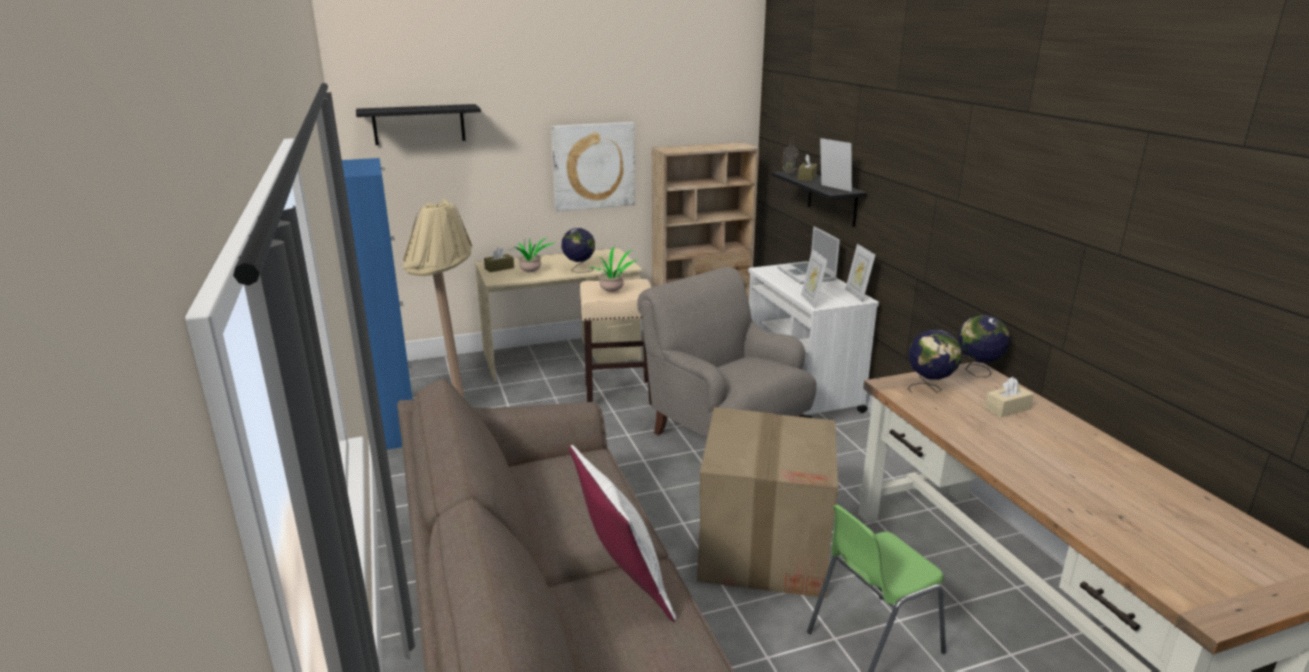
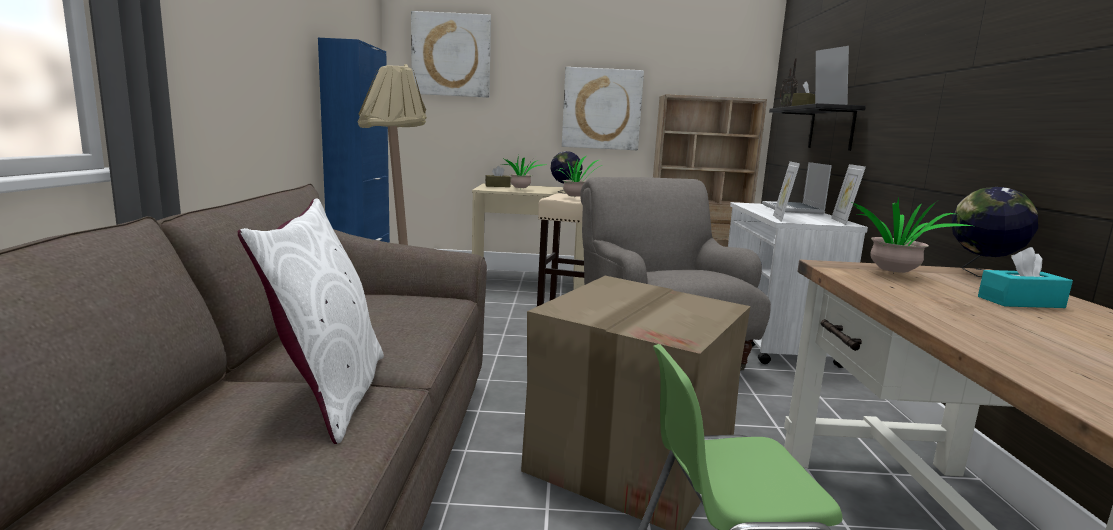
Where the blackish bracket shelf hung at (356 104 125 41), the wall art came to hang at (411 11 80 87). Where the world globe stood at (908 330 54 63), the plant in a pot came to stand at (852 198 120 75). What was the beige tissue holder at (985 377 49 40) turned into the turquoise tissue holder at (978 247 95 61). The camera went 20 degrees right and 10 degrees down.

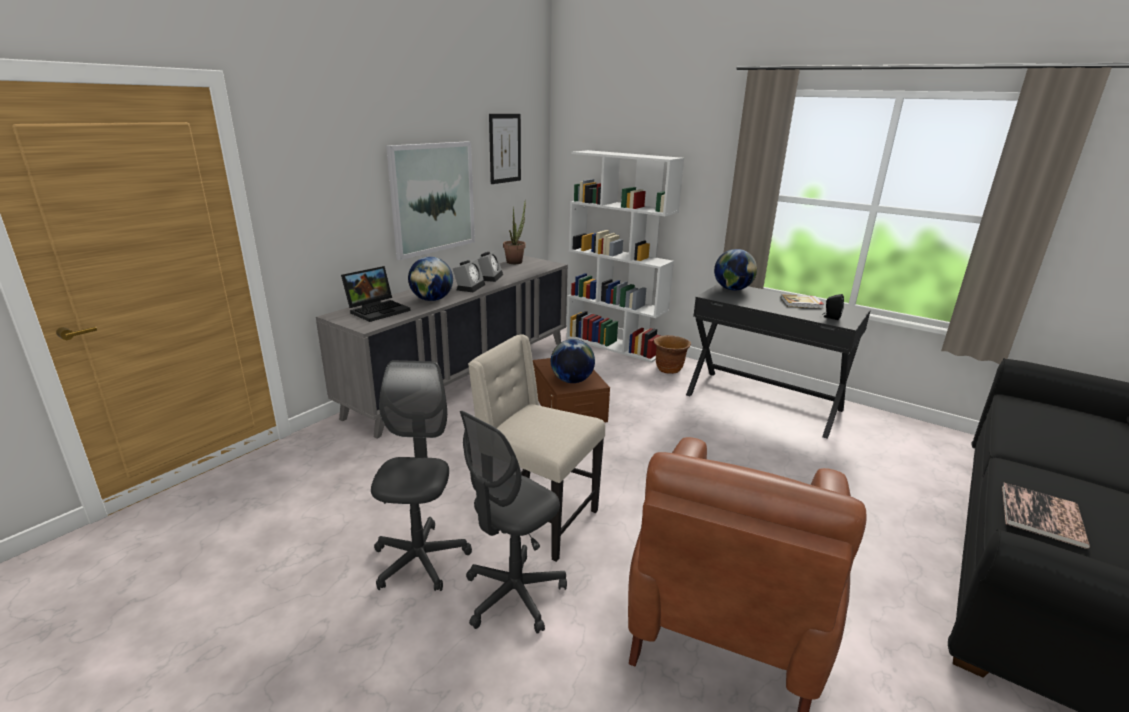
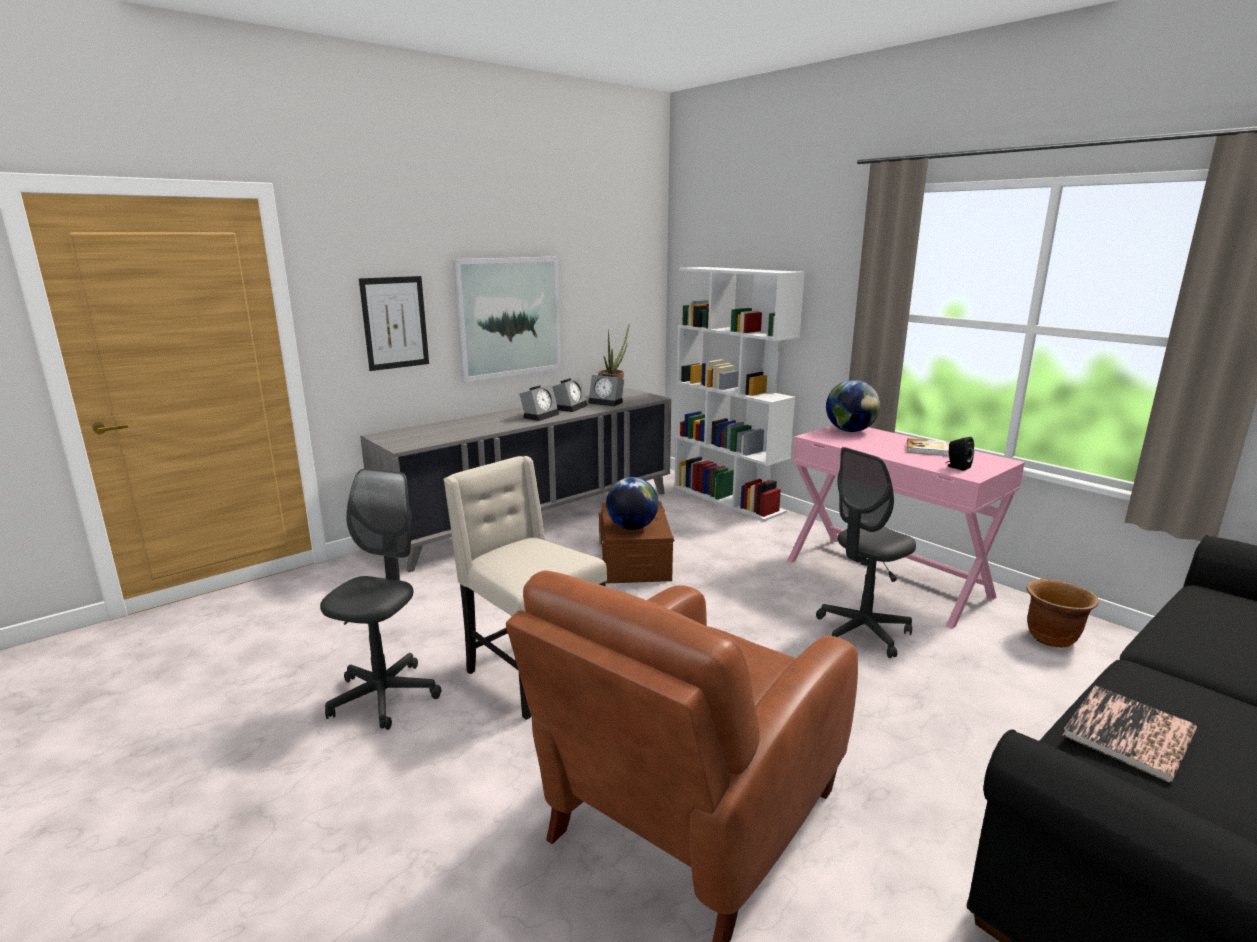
The second view lost the notebook computer at (341 266 70 56). The second view lost the world globe at (408 257 45 44). The second view gained the table clock at (588 374 36 32). The gray office chair ended up elsewhere, having gone from (460 411 107 223) to (816 447 100 211). The wall art ended up elsewhere, having gone from (489 114 32 70) to (359 276 70 95). The brown planter ended up elsewhere, having gone from (654 335 37 39) to (1026 579 73 69). What was the blackish desk table at (686 284 185 155) turned into the pink desk table at (787 425 238 204). The camera went 15 degrees right and 5 degrees down.

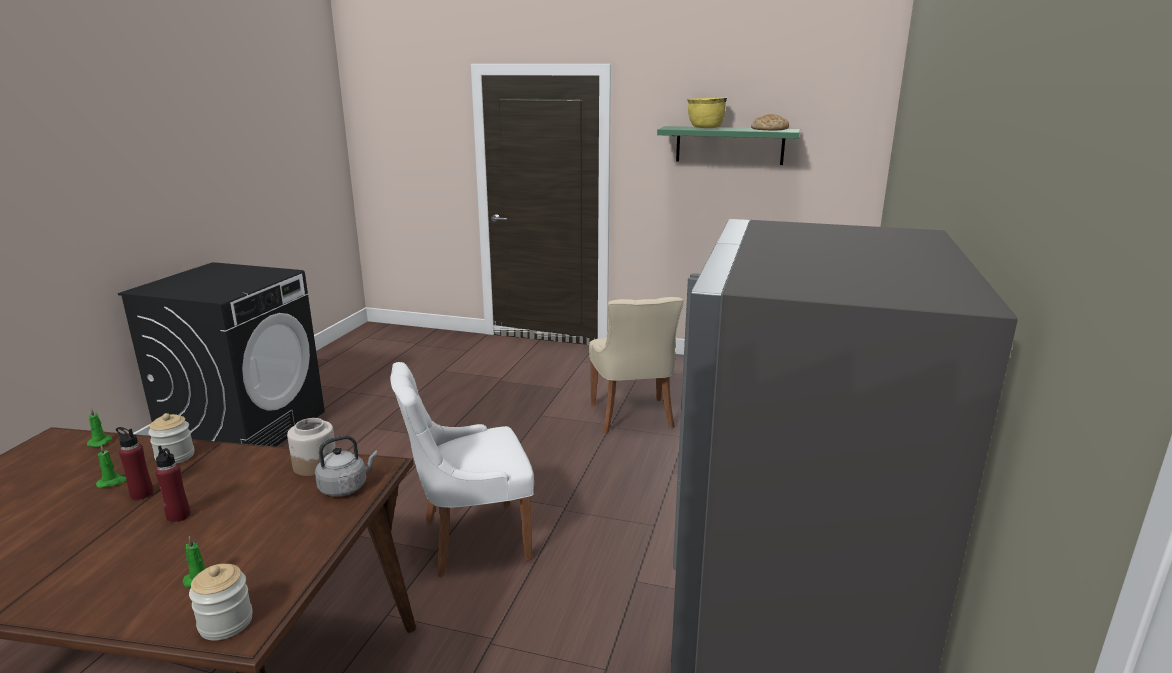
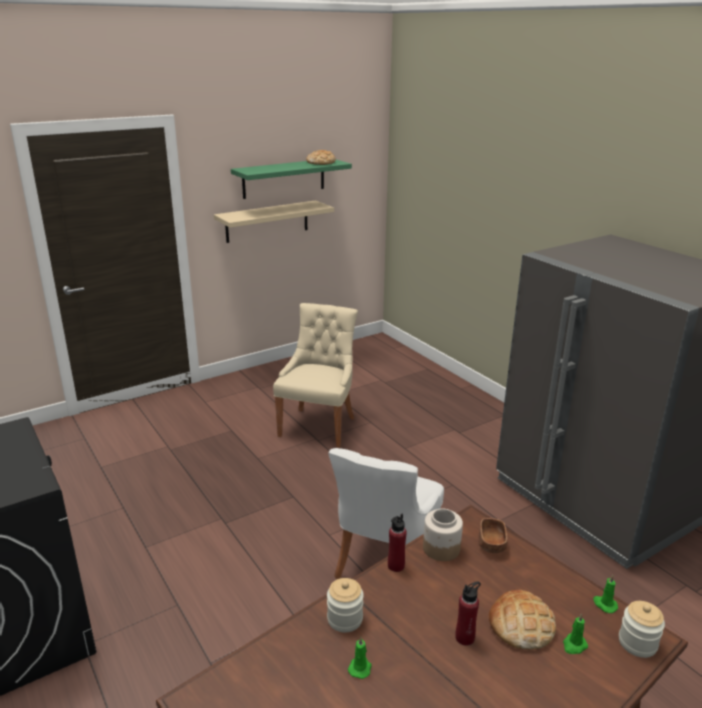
The second view lost the yellow stockpot at (687 97 40 31). The second view gained the beige bracket shelf at (214 200 120 43). The second view gained the baked bread at (489 590 67 60). The greenish wax light ended up elsewhere, having gone from (87 408 25 39) to (593 575 25 38). The red beverage bottle ended up elsewhere, having gone from (116 427 38 73) to (388 514 19 58). Where the gray tea kettle stood at (315 435 63 62), the brown bowl came to stand at (478 518 29 35). The beige chair at (589 297 95 136) ended up facing another way, 105 degrees counterclockwise from before. The camera went 50 degrees left and 5 degrees up.

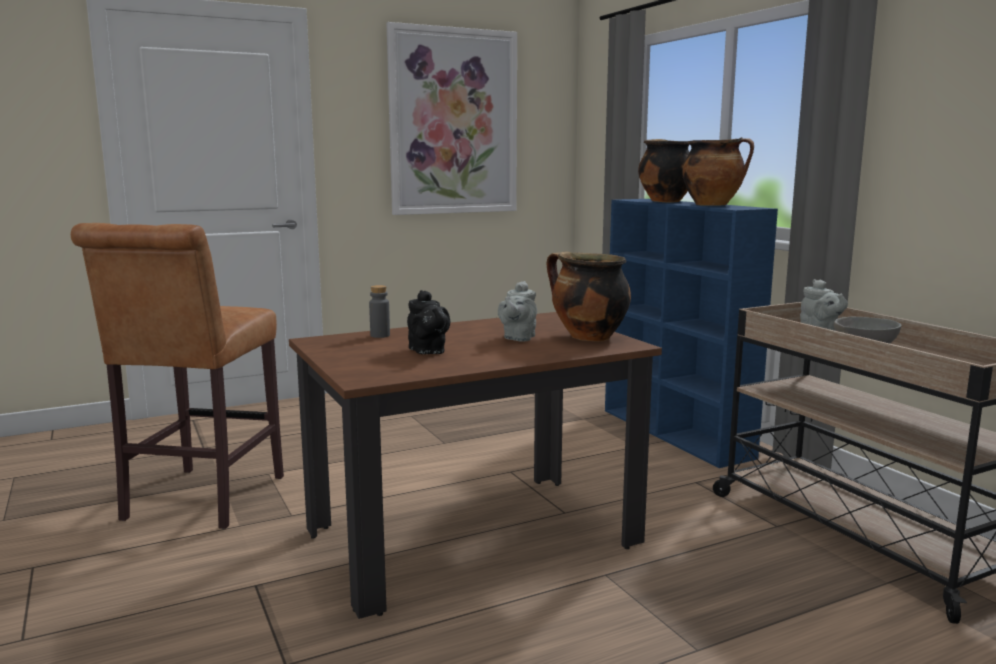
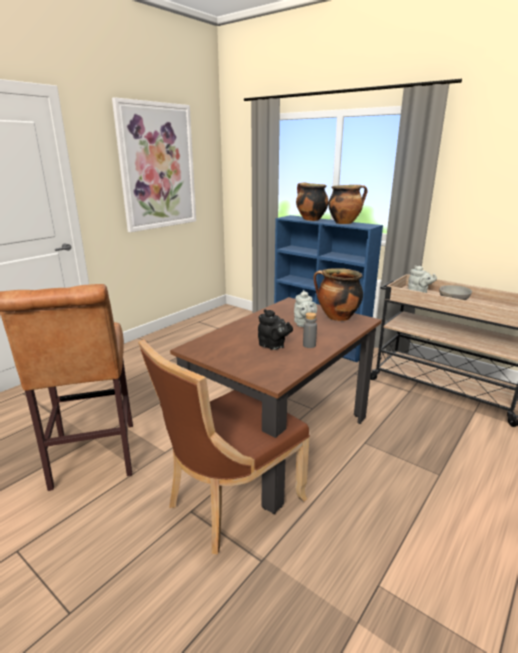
The second view gained the brown chair at (138 339 172 216). The gray beverage bottle ended up elsewhere, having gone from (369 285 21 53) to (303 312 14 36). The camera went 25 degrees left and 10 degrees up.

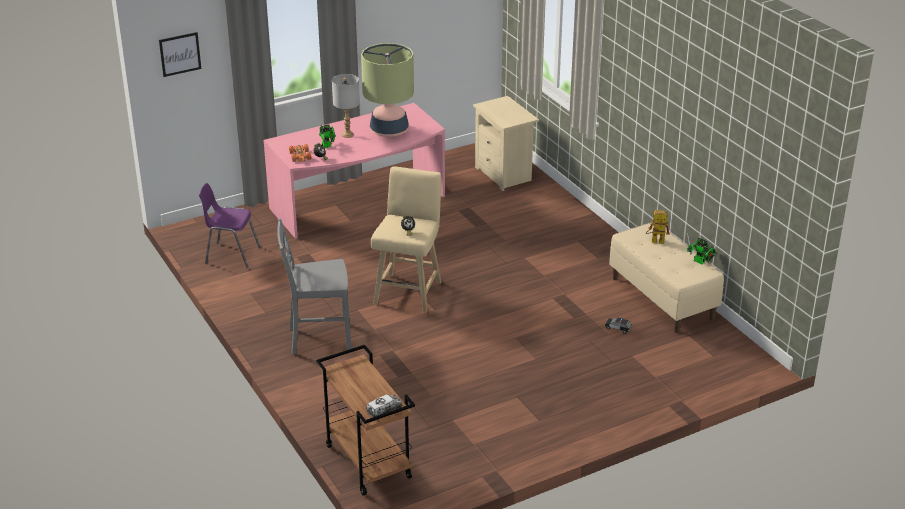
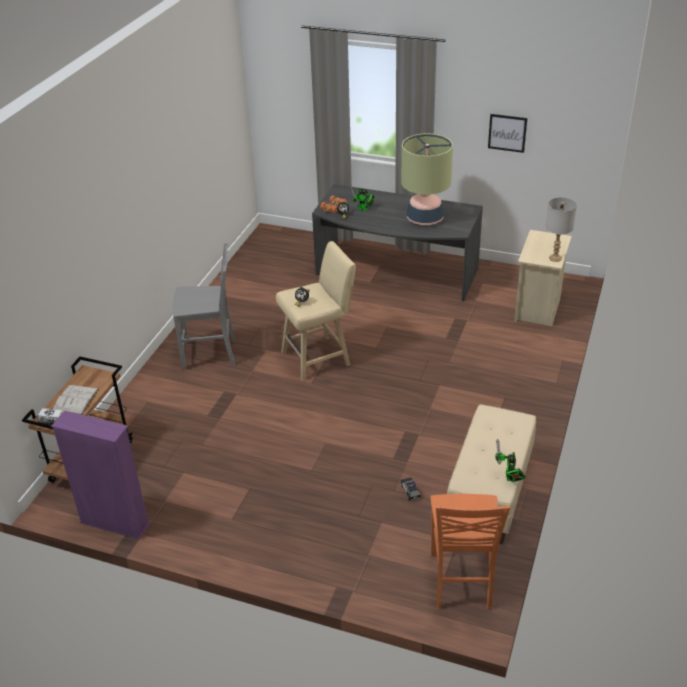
The second view lost the purplish chair at (199 183 61 85). The second view lost the toy robot at (645 210 25 34). The second view gained the purplish bookcase at (51 411 99 128). The second view gained the white-coloured bound book at (53 385 46 29). The second view gained the orangey chair at (430 494 80 116). The wall art ended up elsewhere, having gone from (159 32 42 45) to (488 114 39 39). The gray lamp for a table ended up elsewhere, having gone from (332 74 28 64) to (546 197 31 65). What was the pink desk table at (263 103 182 136) turned into the gray desk table at (312 184 171 117). The gray chair at (277 218 74 137) ended up facing another way, 135 degrees clockwise from before. The camera went 50 degrees right and 5 degrees up.

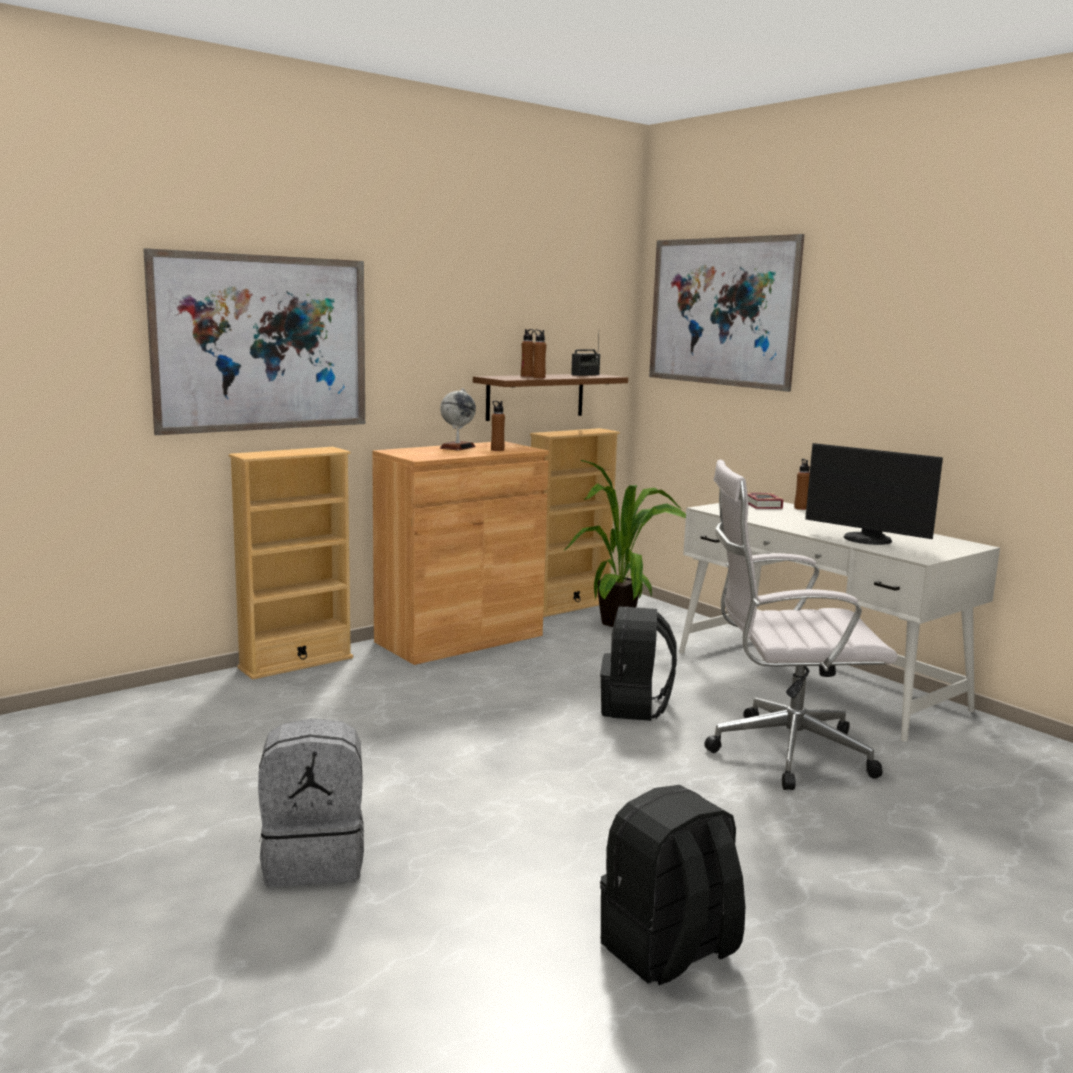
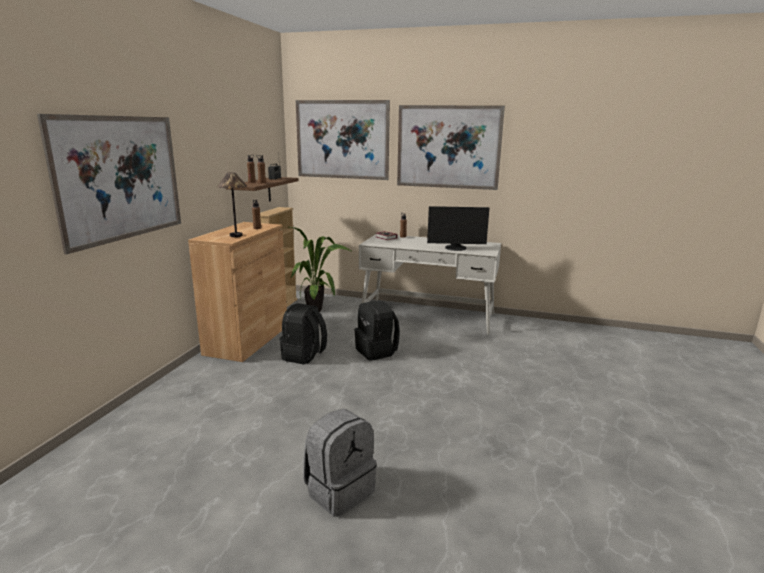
The second view lost the beige bookcase at (229 447 124 233). The second view lost the world globe at (440 388 36 63). The second view lost the white-coloured office chair at (704 460 194 330). The second view gained the lamp for a table at (217 172 30 65). The second view gained the wall art at (397 105 108 85). The blackish backpack ended up elsewhere, having gone from (600 785 145 200) to (279 303 48 61). The camera went 35 degrees left and 5 degrees up.

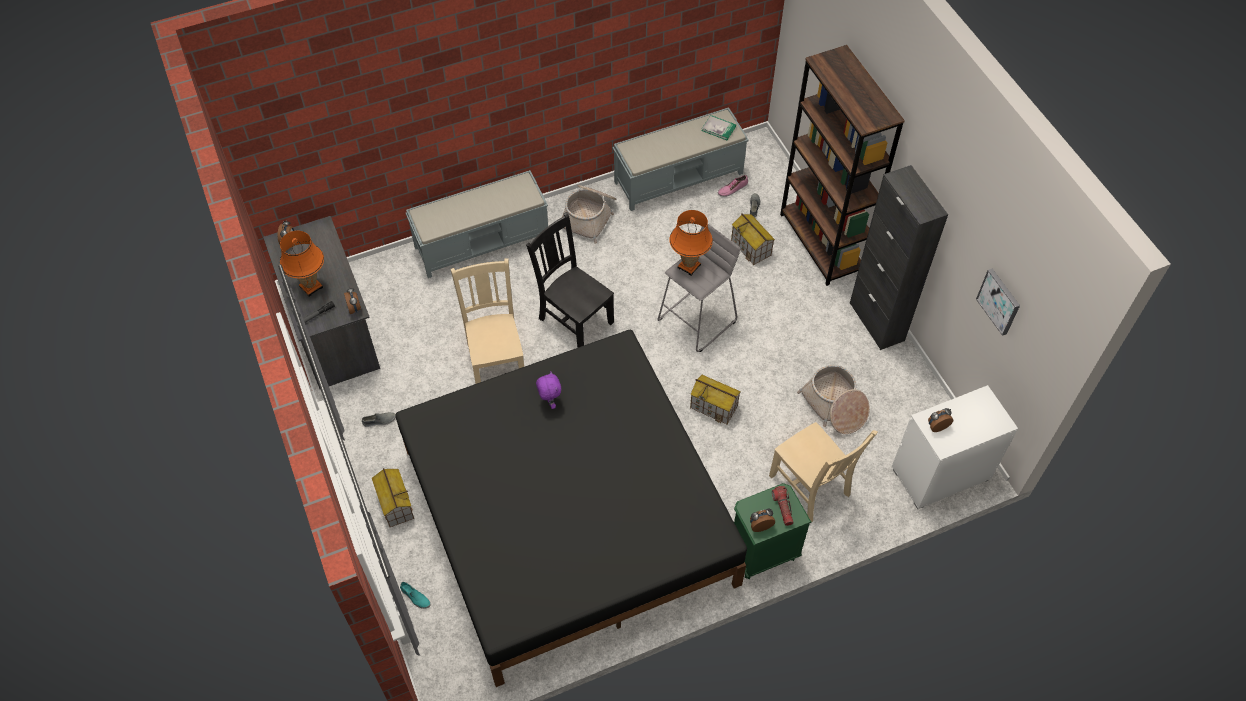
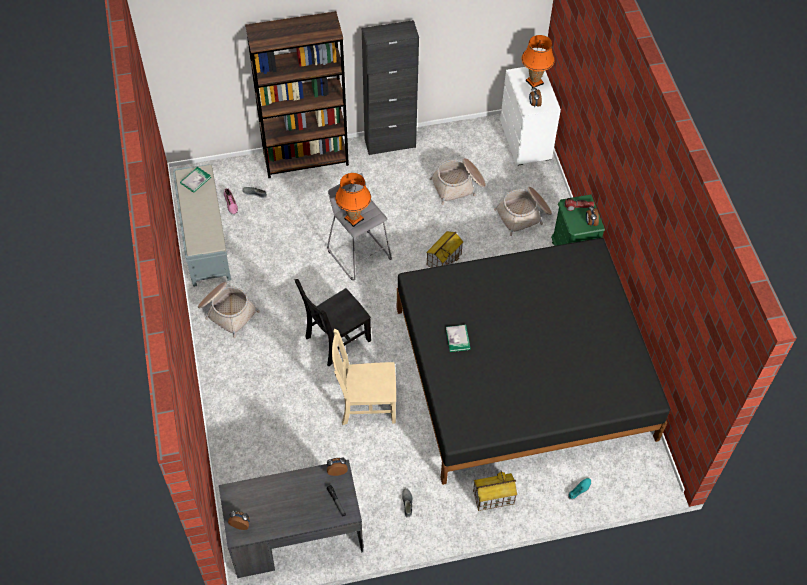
The second view lost the gray long seat at (406 170 142 108). The second view lost the model house at (731 213 44 52). The second view lost the wall art at (976 269 44 67). The orangey lamp for a table ended up elsewhere, having gone from (280 231 44 66) to (522 35 33 53). Where the purplish cuddly toy stood at (536 371 25 38), the bound book came to stand at (446 325 25 27). Where the beige chair stood at (769 422 109 100), the household basket came to stand at (494 187 58 49). The camera went 80 degrees left and 0 degrees up.

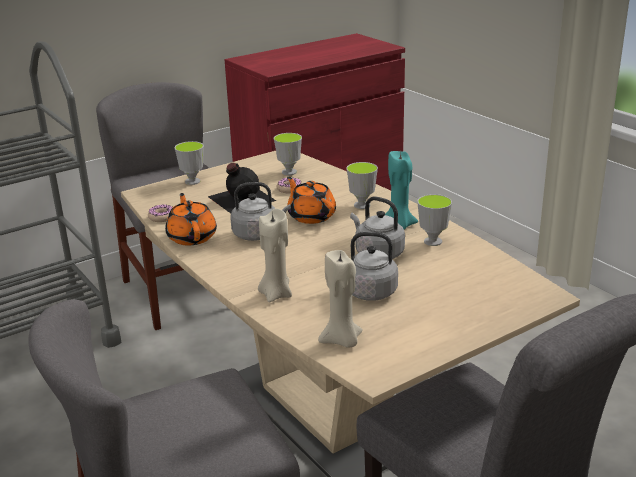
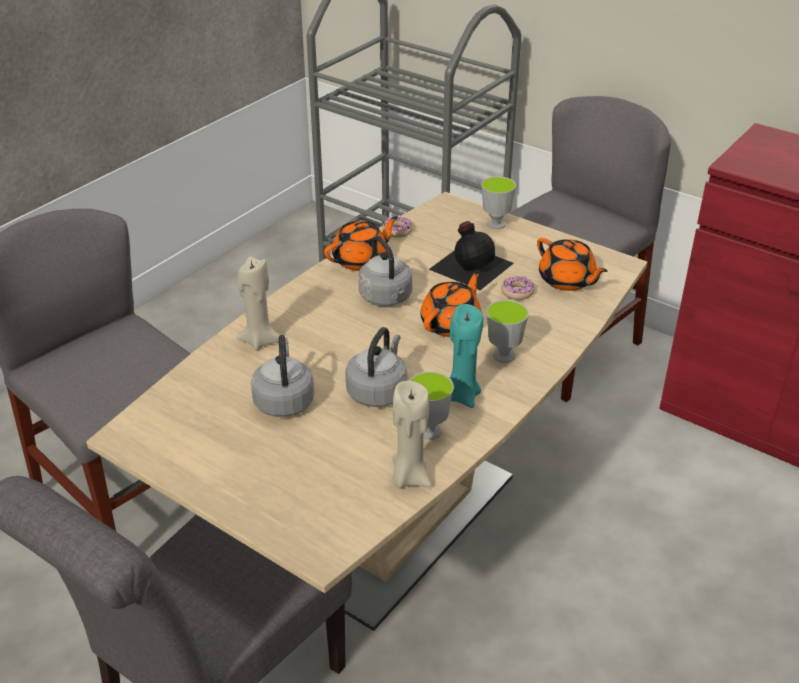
The beige wax light ended up elsewhere, having gone from (318 250 45 98) to (392 381 39 107). Where the small cup stood at (274 133 28 42), the orangey tea pot came to stand at (537 238 71 53). The camera went 70 degrees right and 10 degrees up.

